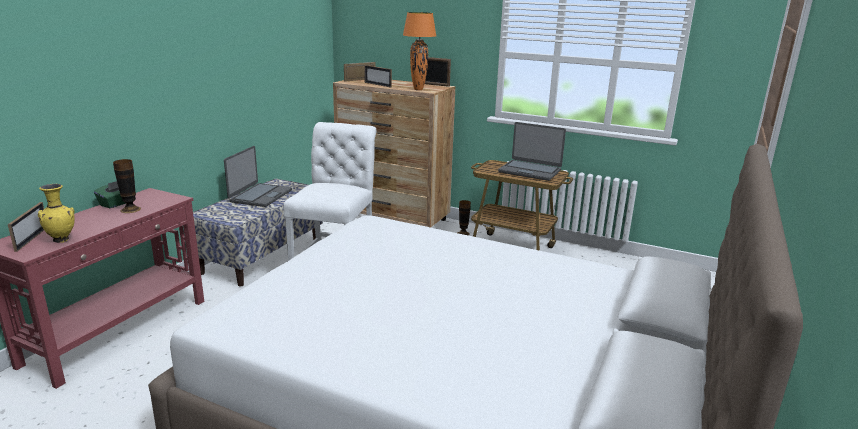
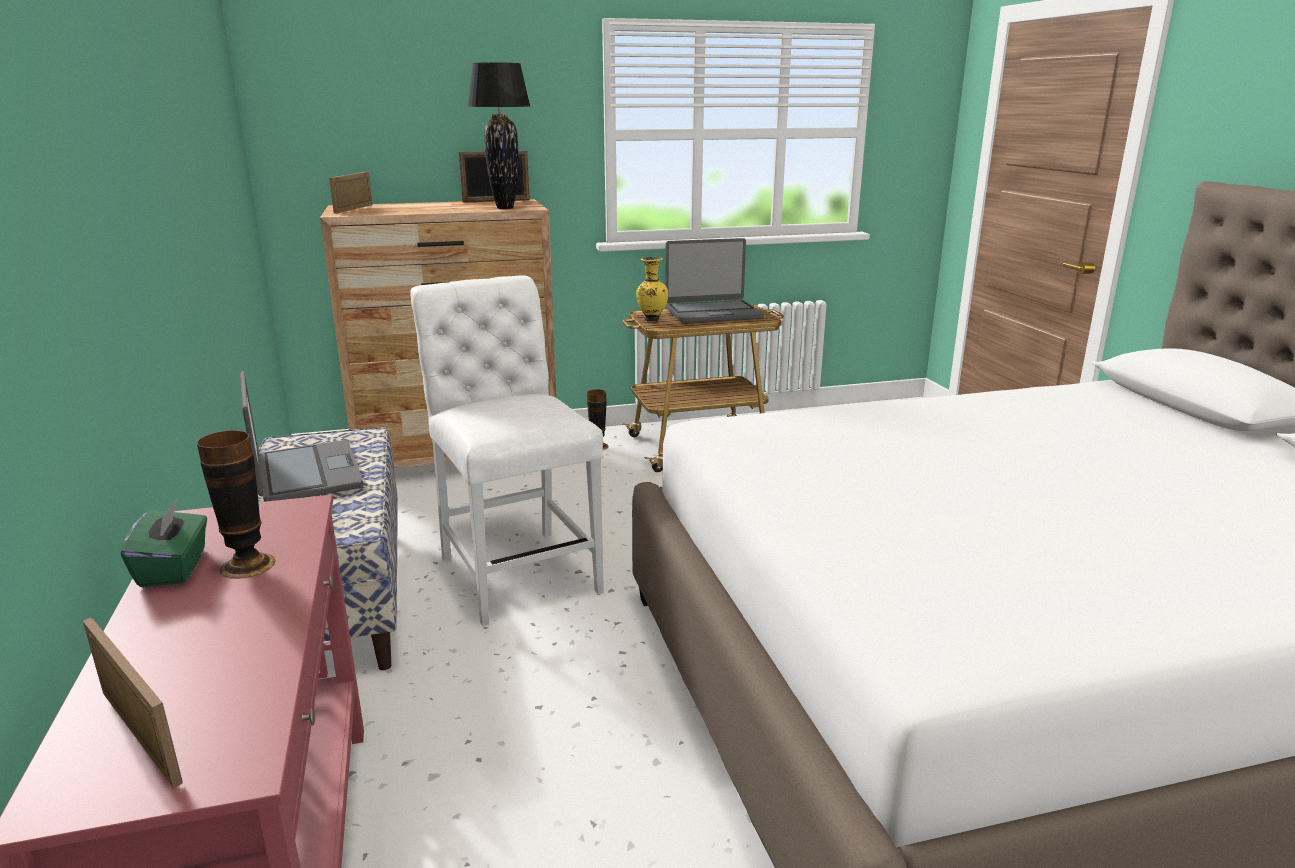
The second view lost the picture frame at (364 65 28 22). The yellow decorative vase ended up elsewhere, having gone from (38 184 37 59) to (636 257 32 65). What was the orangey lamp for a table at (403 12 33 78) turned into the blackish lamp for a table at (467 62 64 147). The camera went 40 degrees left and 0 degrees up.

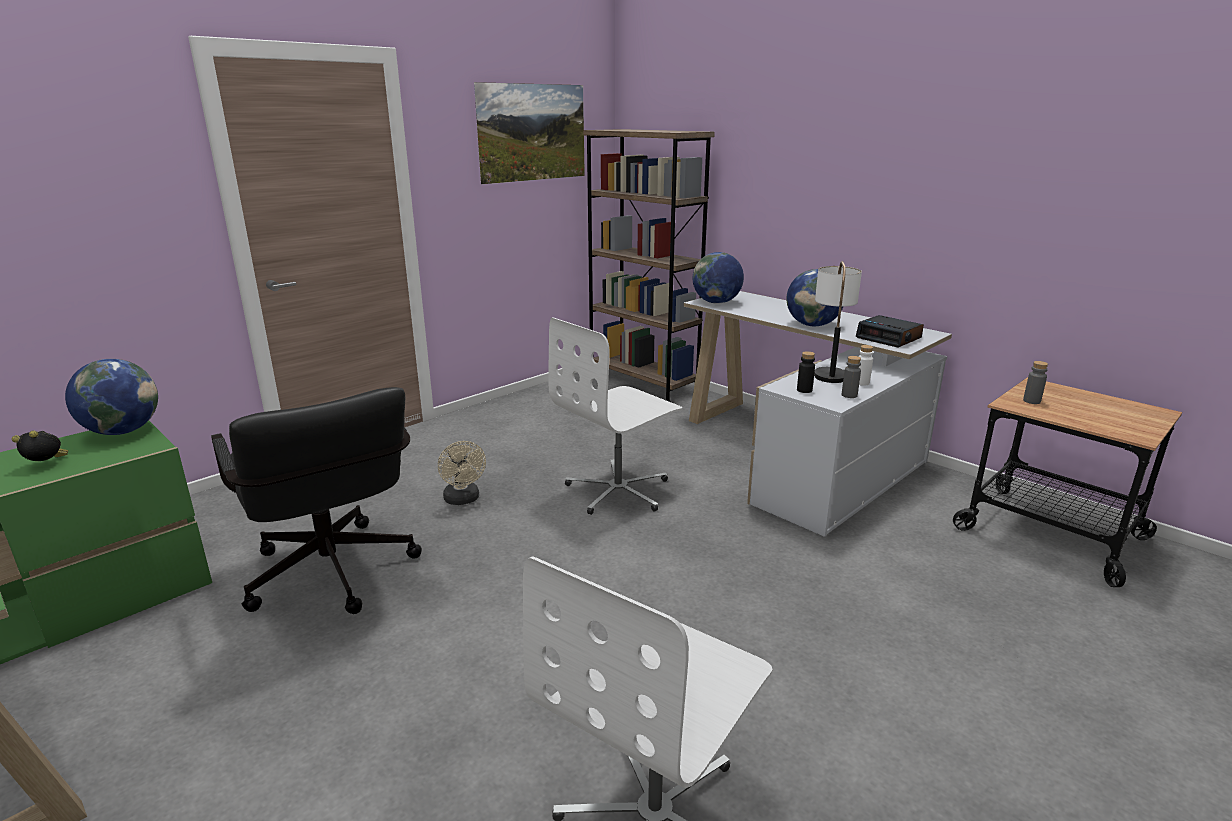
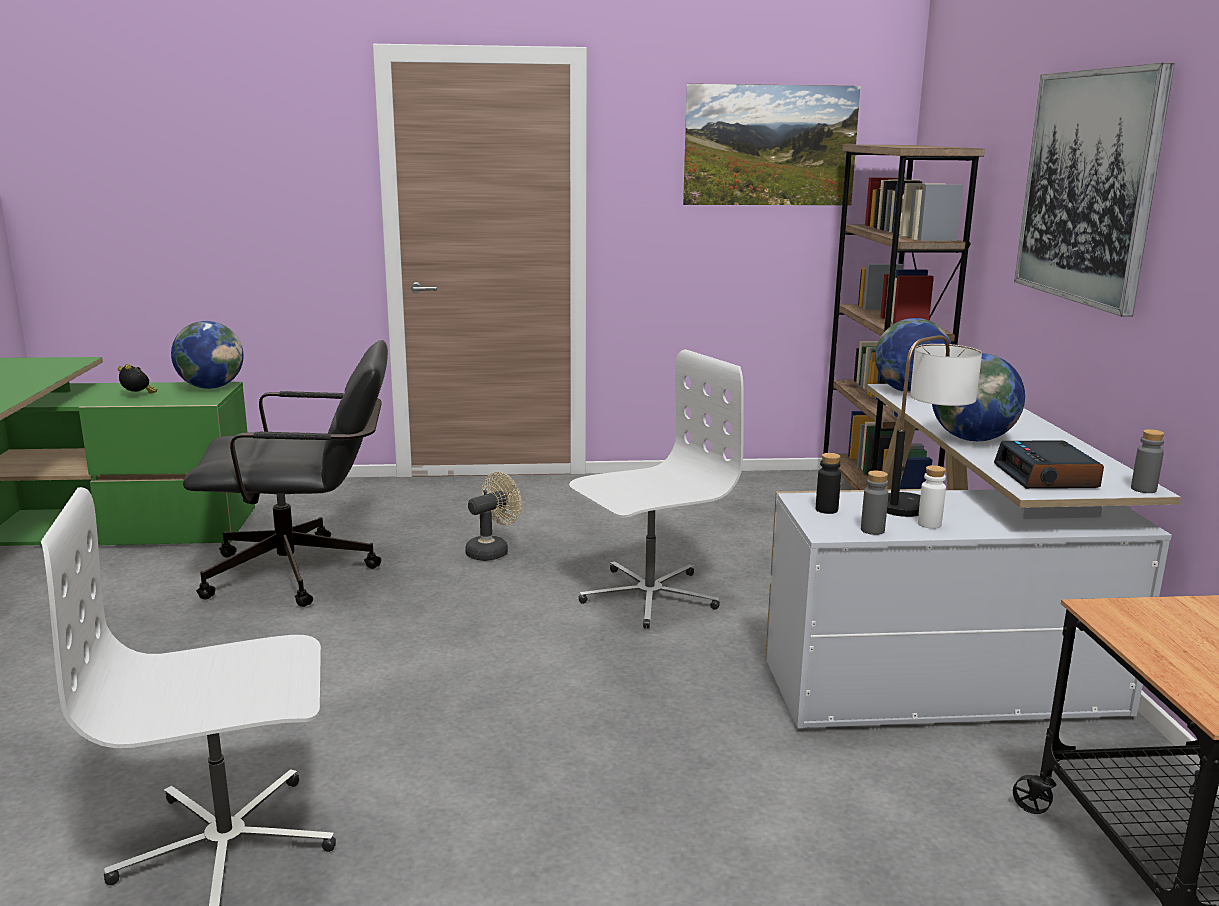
The second view gained the wall art at (1014 63 161 254). The gray beverage bottle ended up elsewhere, having gone from (1023 361 25 43) to (1131 429 34 64). The blackish office chair at (211 387 211 227) ended up facing another way, 105 degrees counterclockwise from before. The beige cooling fan at (438 441 48 64) ended up facing another way, 150 degrees counterclockwise from before. The white-coloured office chair at (548 317 134 198) ended up facing another way, 150 degrees clockwise from before. The camera went 40 degrees right and 5 degrees down.

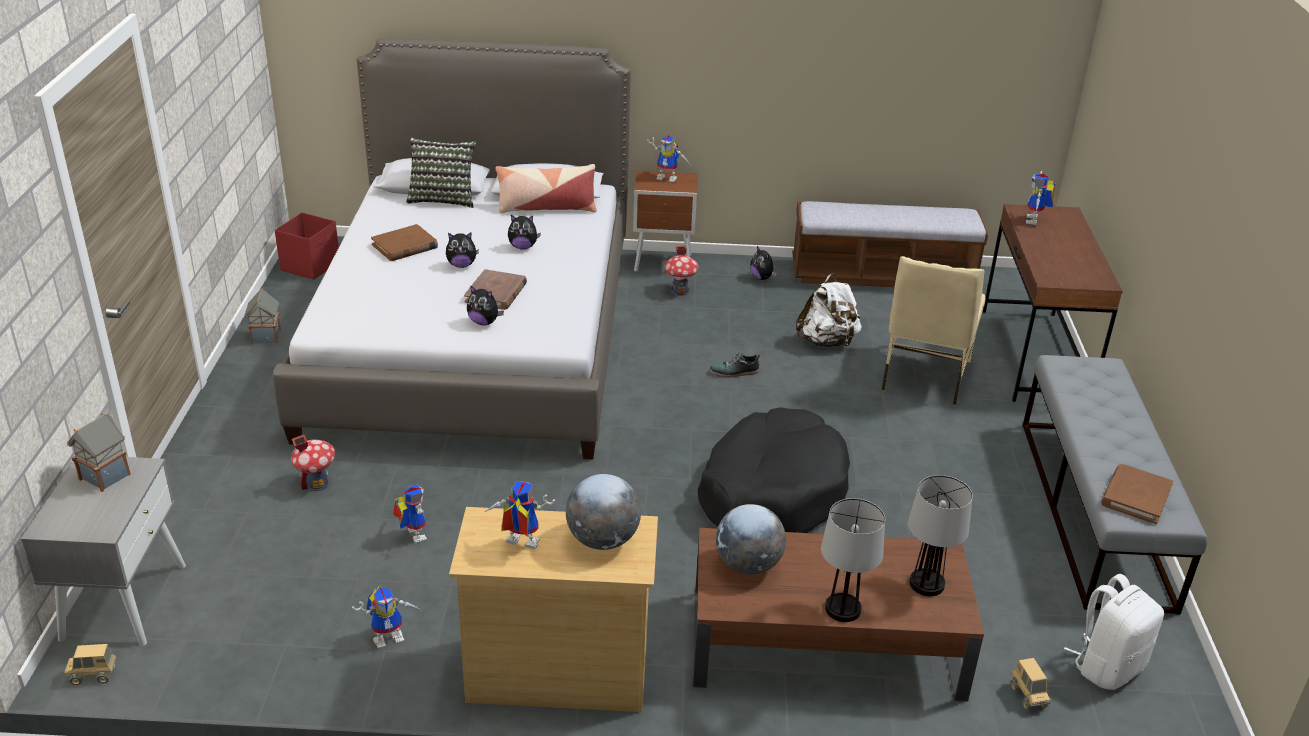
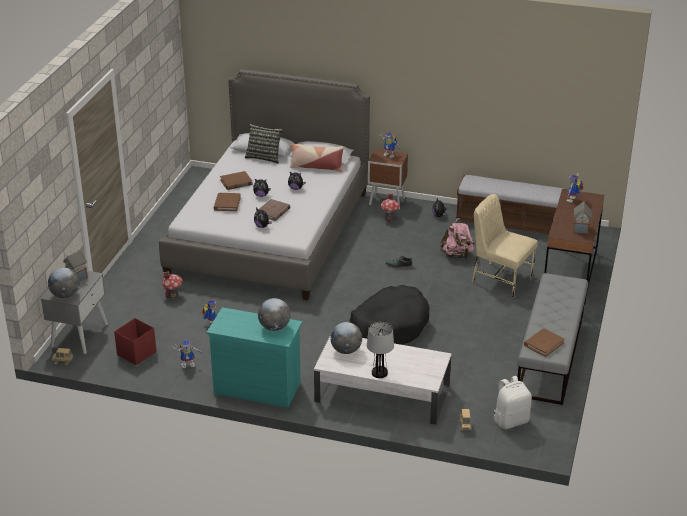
The second view lost the toy robot at (485 481 70 68). The second view lost the lamp for a table at (908 475 65 121). The second view gained the world globe at (48 267 31 31). The second view gained the brown bound book at (214 193 27 18). The model house ended up elsewhere, having gone from (244 287 37 57) to (573 201 19 33). The red storage bin ended up elsewhere, having gone from (275 212 64 68) to (114 318 42 47). What was the beige chest of drawers at (449 507 209 205) turned into the turquoise chest of drawers at (206 307 96 101). What was the brown lounge table at (693 528 291 173) turned into the white-coloured lounge table at (314 335 137 90). What was the white-coloured backpack at (796 273 66 74) turned into the pink backpack at (440 218 34 41). The beige chair at (881 256 105 150) ended up facing another way, 90 degrees clockwise from before. The camera went 15 degrees right and 0 degrees up.

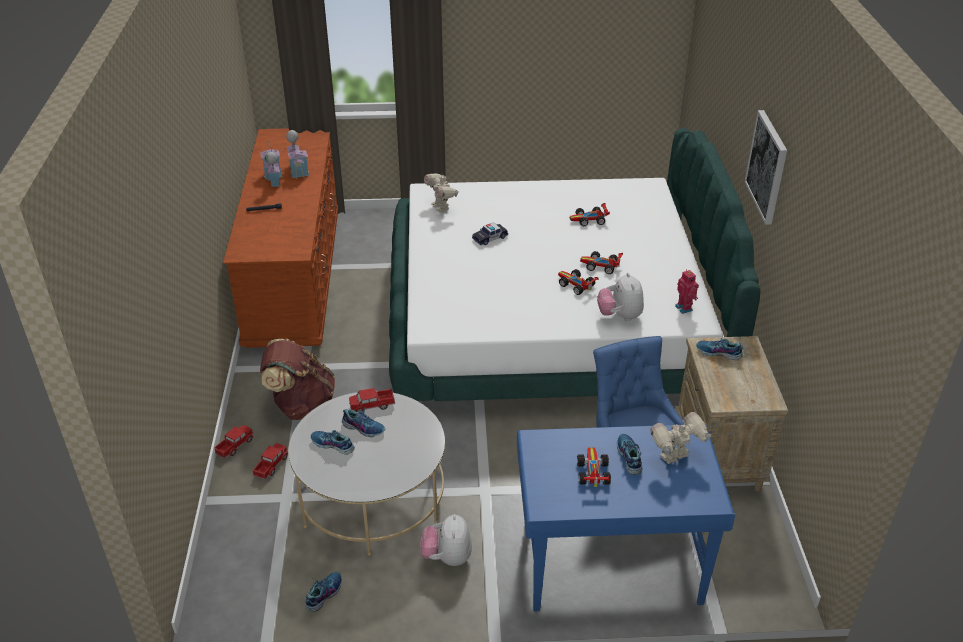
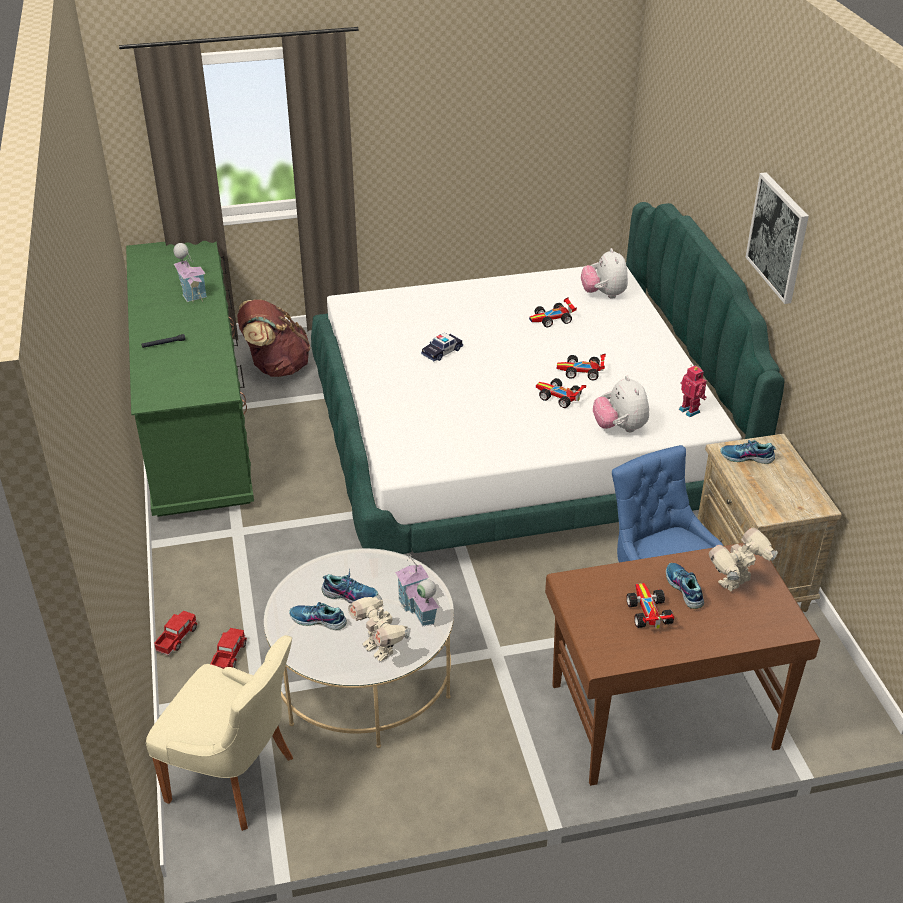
The second view lost the item of footwear at (305 572 37 40). The second view lost the toy truck at (349 388 46 24). The second view gained the beige chair at (146 635 147 196). The model house ended up elsewhere, having gone from (260 141 22 46) to (395 556 45 71). The brown backpack ended up elsewhere, having gone from (260 339 75 81) to (237 299 73 78). The cuddly toy ended up elsewhere, having gone from (421 514 51 52) to (581 248 47 51). The toy robot ended up elsewhere, having gone from (424 174 35 38) to (348 596 63 65). What was the brown chest of drawers at (223 128 115 220) turned into the greenish chest of drawers at (126 241 128 276). What was the blue-coloured desk table at (517 424 218 188) turned into the brown desk table at (545 543 275 243). The camera went 10 degrees left and 0 degrees up.

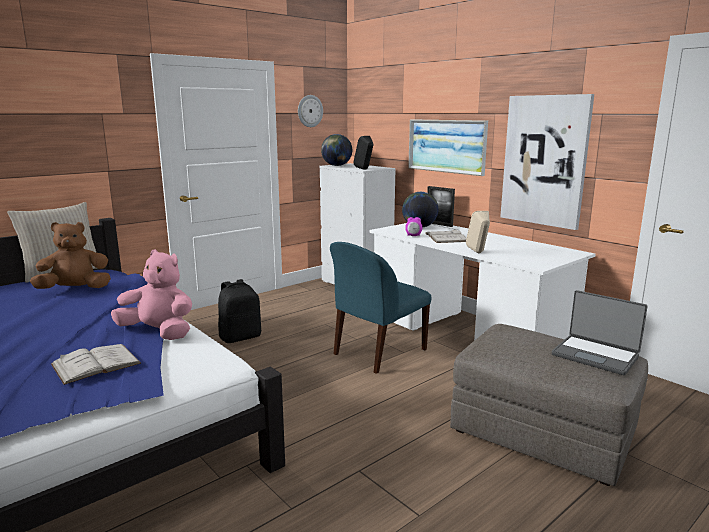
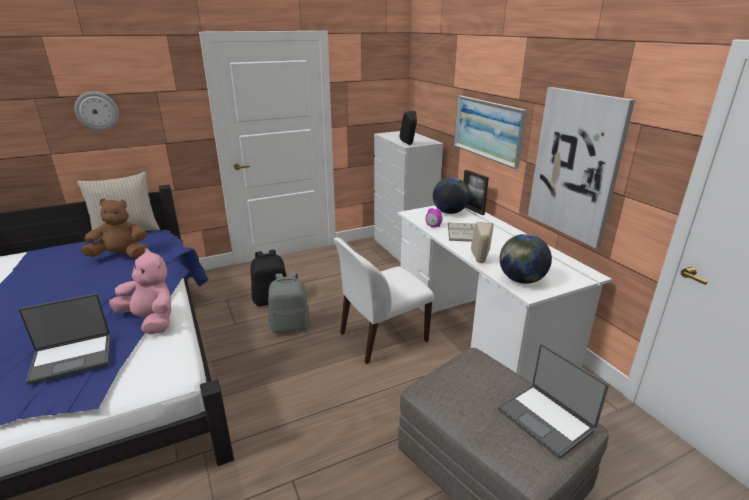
The second view gained the gray backpack at (268 273 43 61). The clock on the wall ended up elsewhere, having gone from (298 95 25 32) to (74 92 45 39). The world globe ended up elsewhere, having gone from (321 134 31 32) to (499 234 53 50). Where the white-coloured bound book stood at (51 344 90 41), the notebook computer came to stand at (19 294 92 91). What was the blue-coloured chair at (330 242 102 132) turned into the white-coloured chair at (334 237 100 127). The camera went 15 degrees right and 10 degrees up.

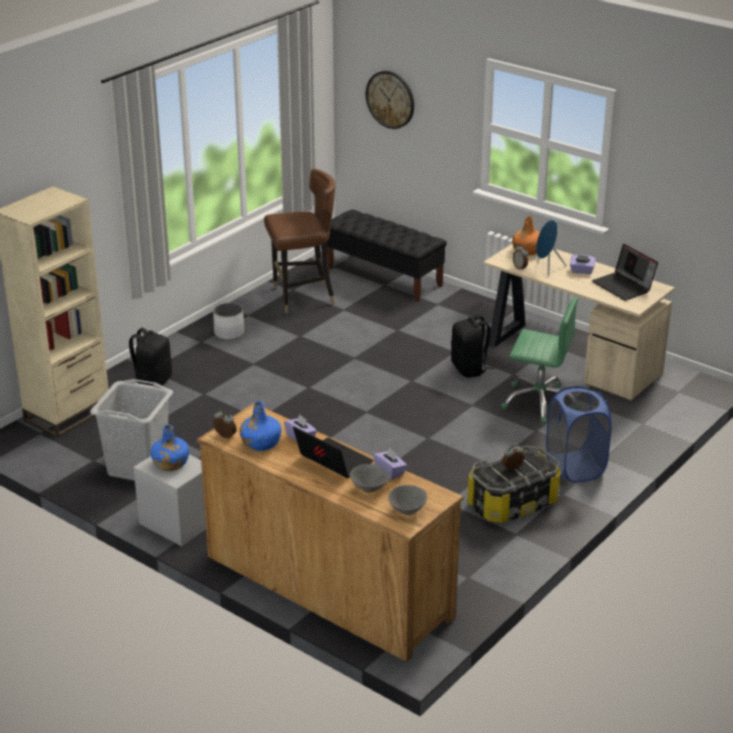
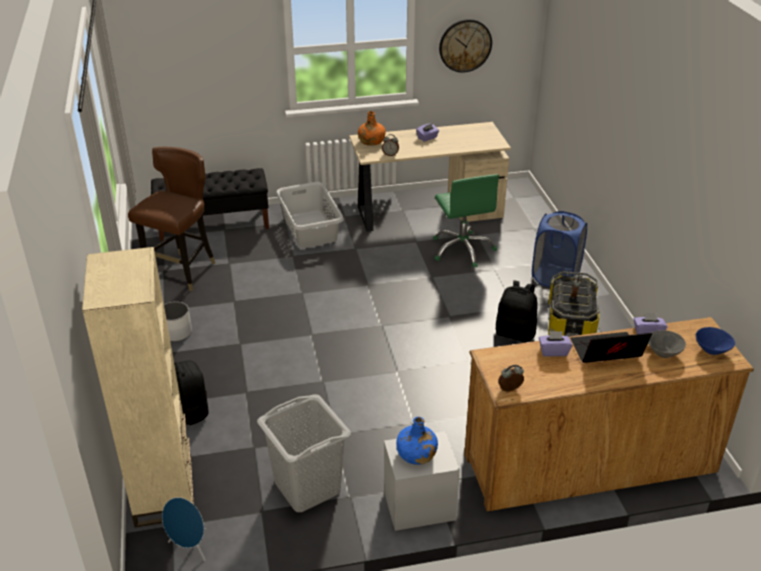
The second view lost the blue-coloured beverage bottle at (240 401 41 50). The second view lost the notebook computer at (592 244 66 57). The second view gained the gray laundry basket at (276 182 68 66). The clock on the wall ended up elsewhere, having gone from (366 71 48 58) to (439 19 53 54). The blackish backpack ended up elsewhere, having gone from (451 315 43 63) to (496 280 42 62). The blue-coloured speaker ended up elsewhere, having gone from (536 220 31 57) to (162 497 44 64). What was the gray bowl at (388 485 39 30) turned into the blue-coloured bowl at (696 327 39 28). The greenish office chair at (501 297 77 127) ended up facing another way, 105 degrees clockwise from before. The camera went 50 degrees left and 5 degrees up.

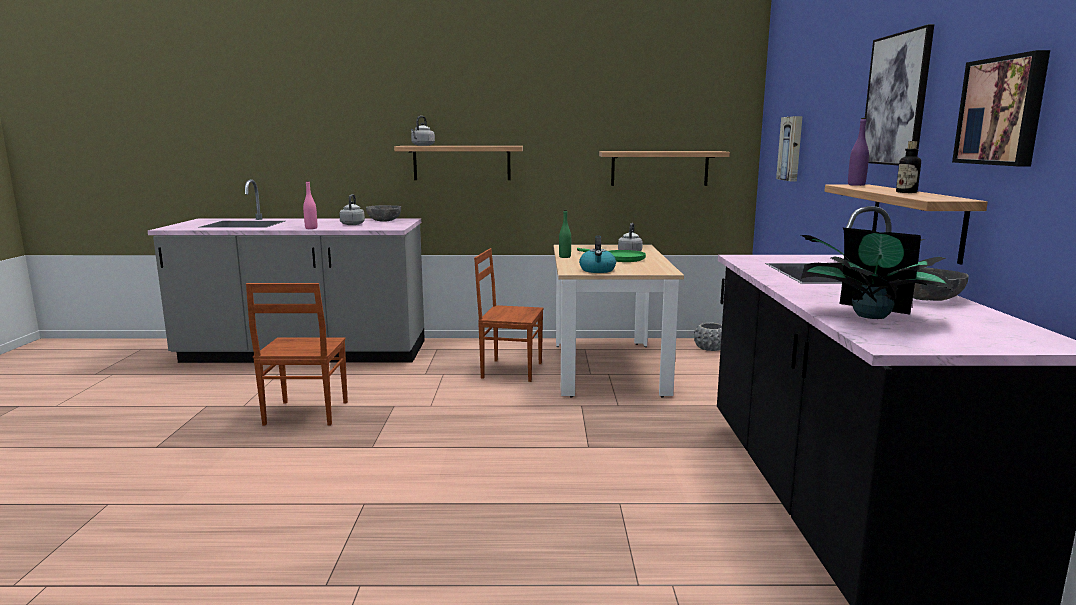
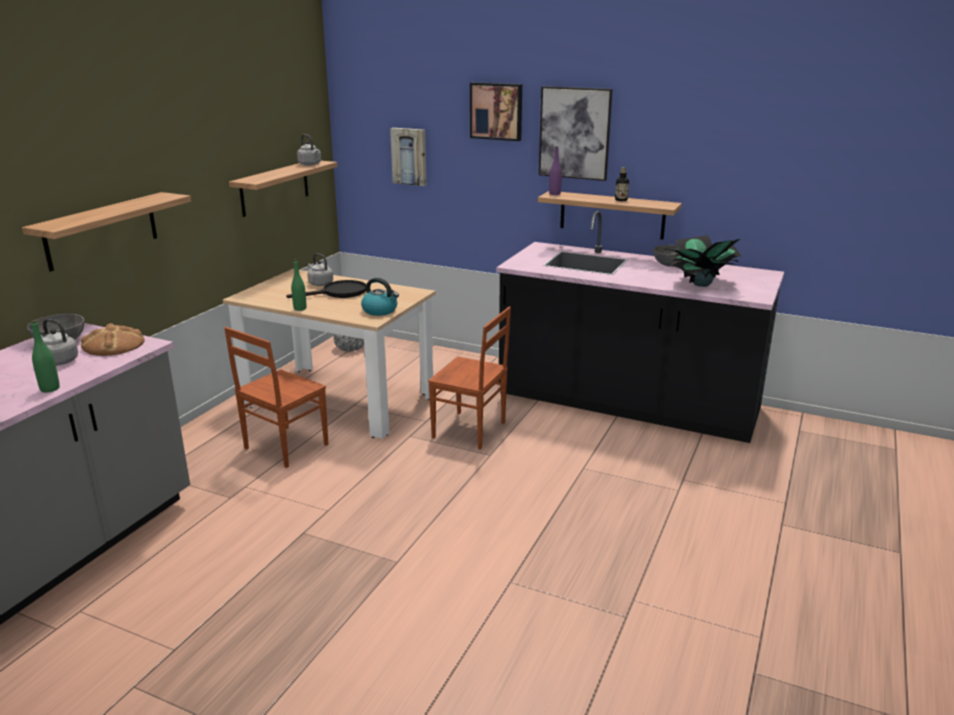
The second view gained the baked bread at (81 323 64 33). The brown chair ended up elsewhere, having gone from (246 283 102 142) to (428 306 83 144). The gray tea kettle ended up elsewhere, having gone from (411 116 24 30) to (297 134 24 31). The wall art ended up elsewhere, having gone from (952 50 98 116) to (470 82 52 59). What was the pink beverage bottle at (303 181 14 48) turned into the greenish beverage bottle at (31 320 29 72). What was the greenish skillet at (577 248 69 14) turned into the blackish skillet at (286 280 80 18). The camera went 65 degrees left and 10 degrees up.

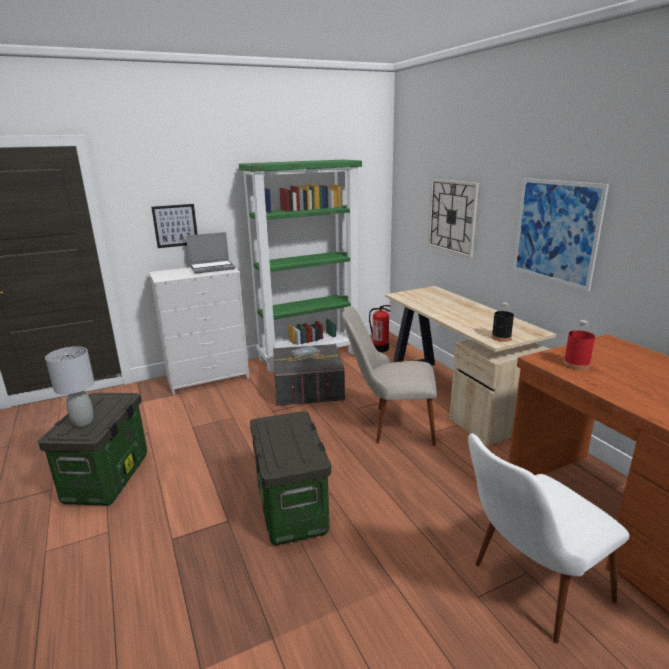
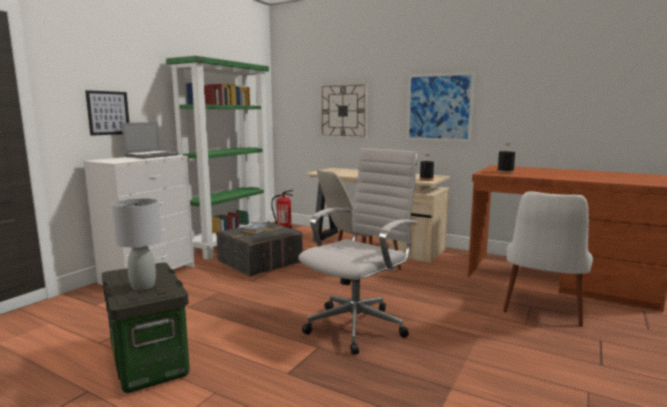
Where the storage bin stood at (250 411 81 134), the white-coloured office chair came to stand at (298 148 120 207). What was the red beverage bottle at (563 320 32 50) turned into the blackish beverage bottle at (497 143 18 31). The camera went 35 degrees left and 10 degrees down.

